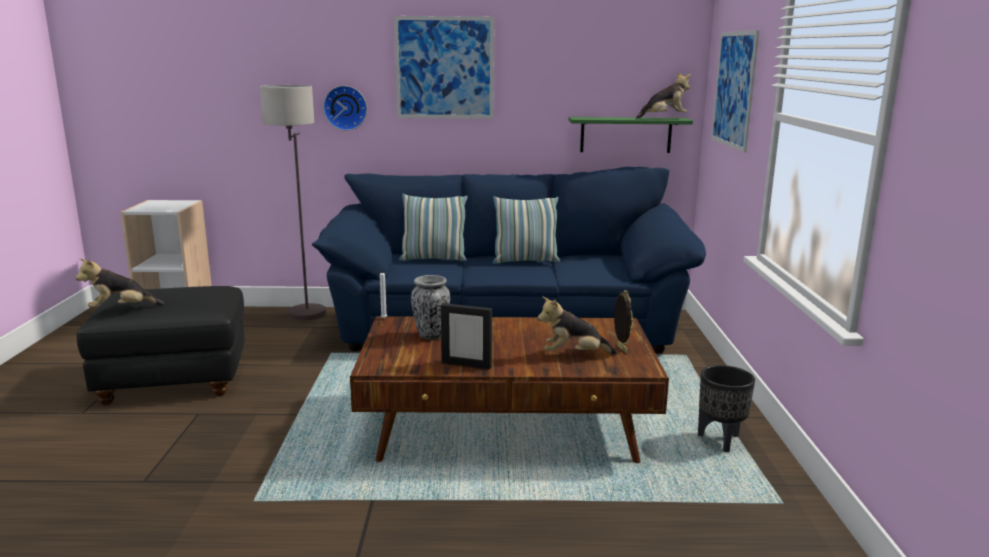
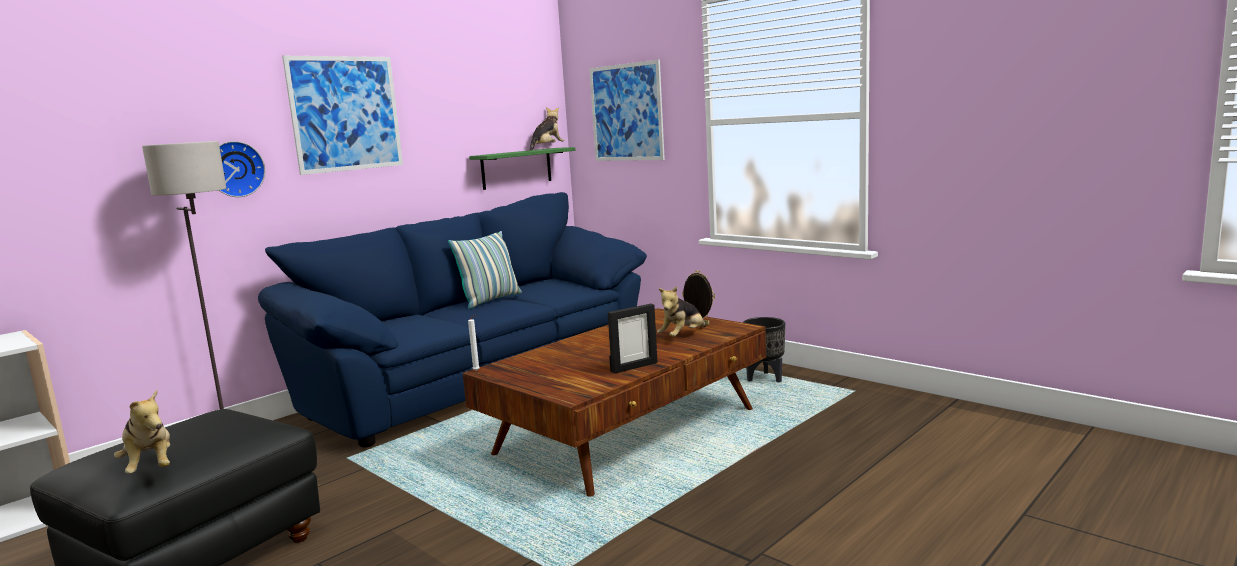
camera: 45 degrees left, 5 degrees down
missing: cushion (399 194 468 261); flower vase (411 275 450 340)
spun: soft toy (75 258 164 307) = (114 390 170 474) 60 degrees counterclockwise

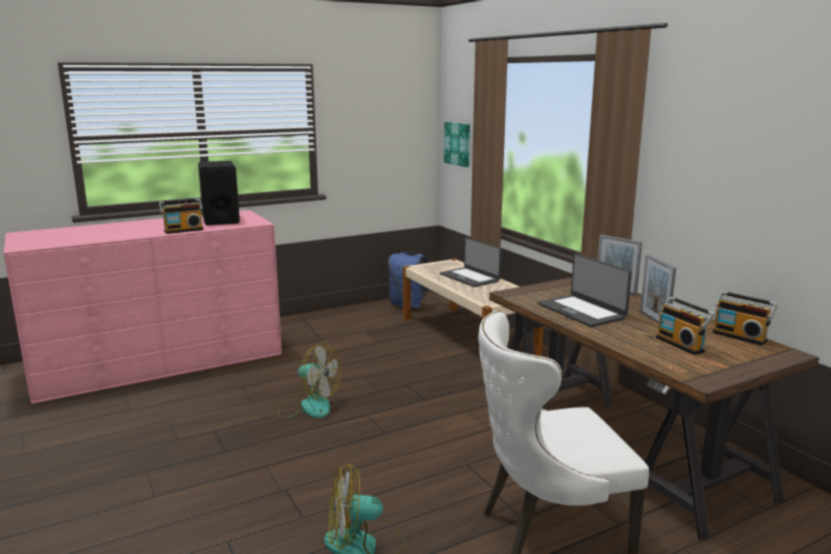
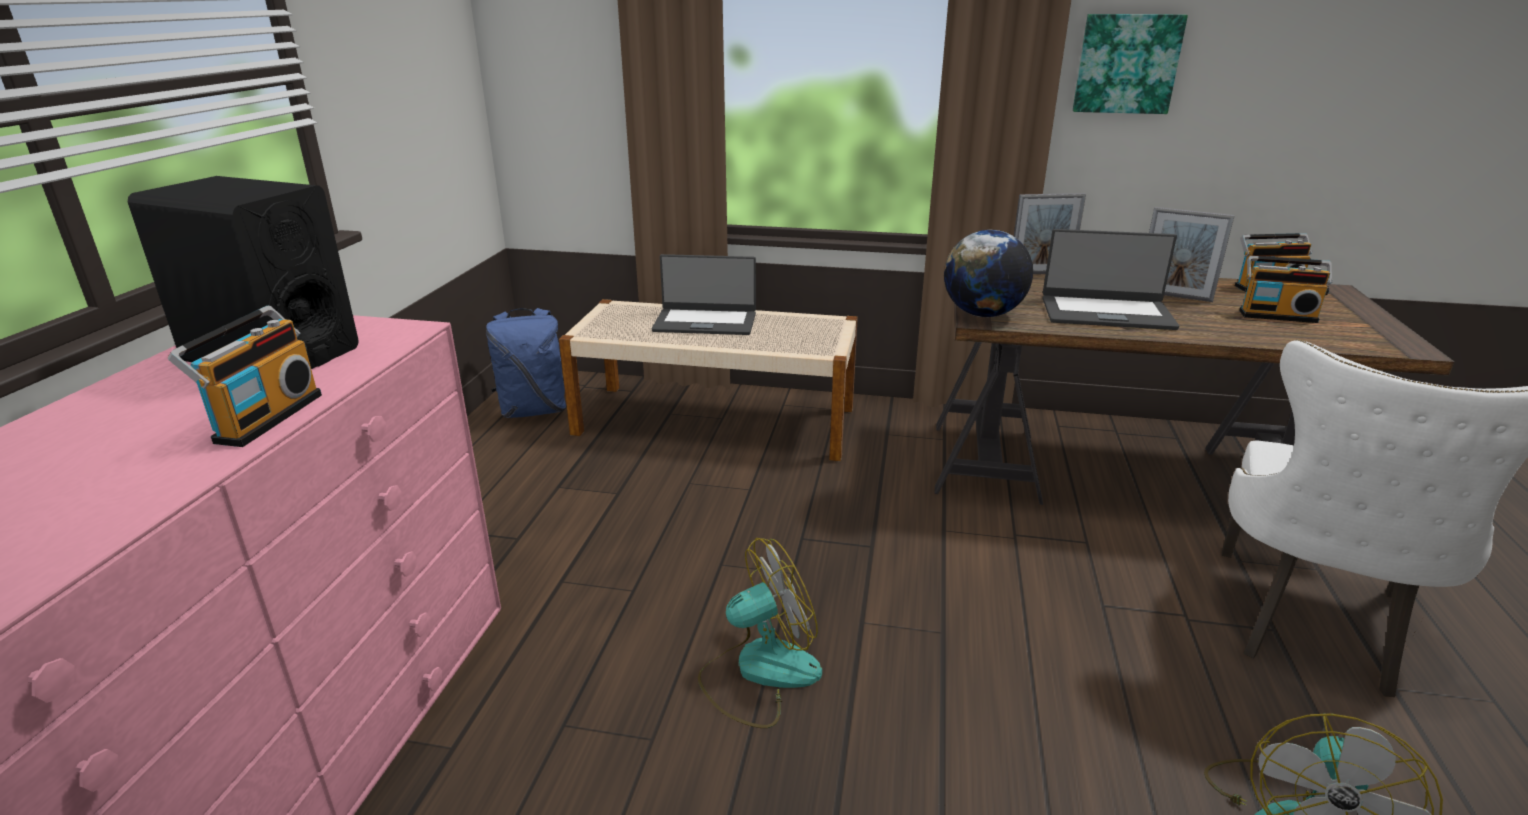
camera: 50 degrees left, 10 degrees up
appeared: globe (944 230 1033 317)
relocated: wall picture (444 122 470 167) to (1073 14 1188 114)

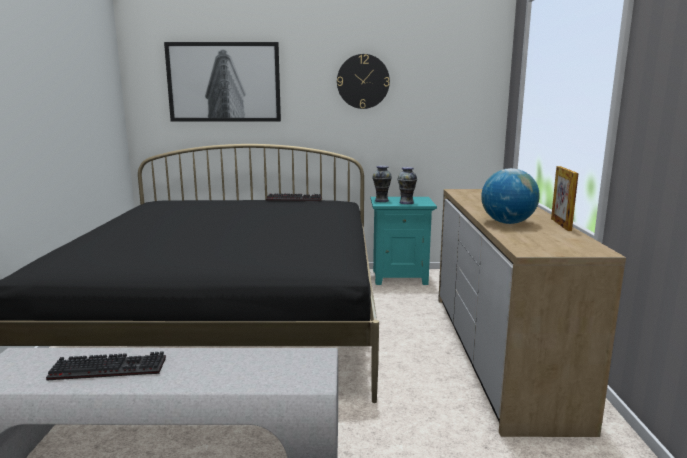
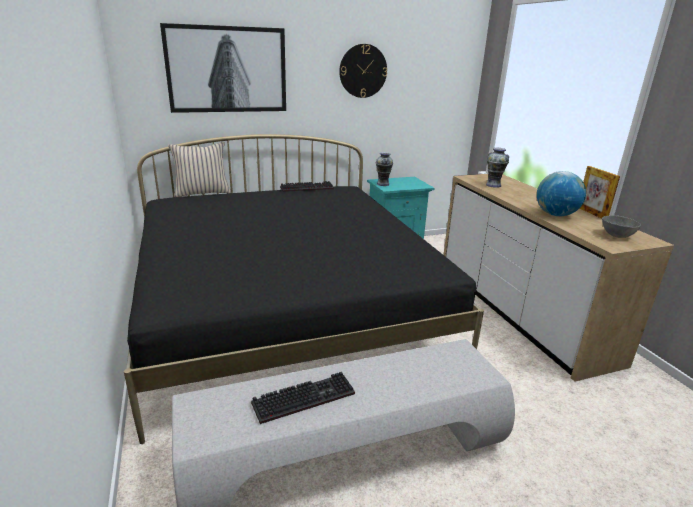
camera: 20 degrees left, 10 degrees up
appeared: sand-coloured cushion (168 142 231 197); greyish bowl (602 215 641 238)
relocated: flower vase (397 167 417 204) to (486 148 509 188)

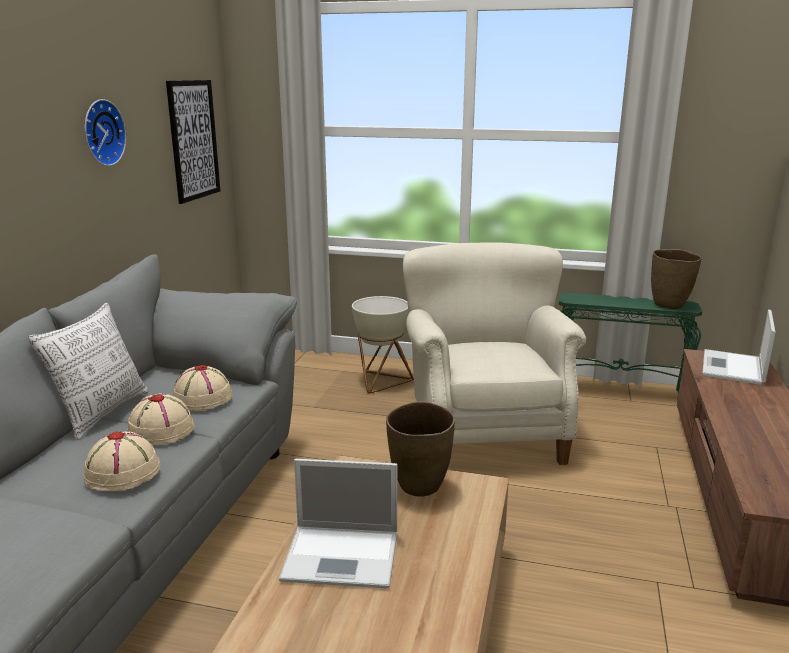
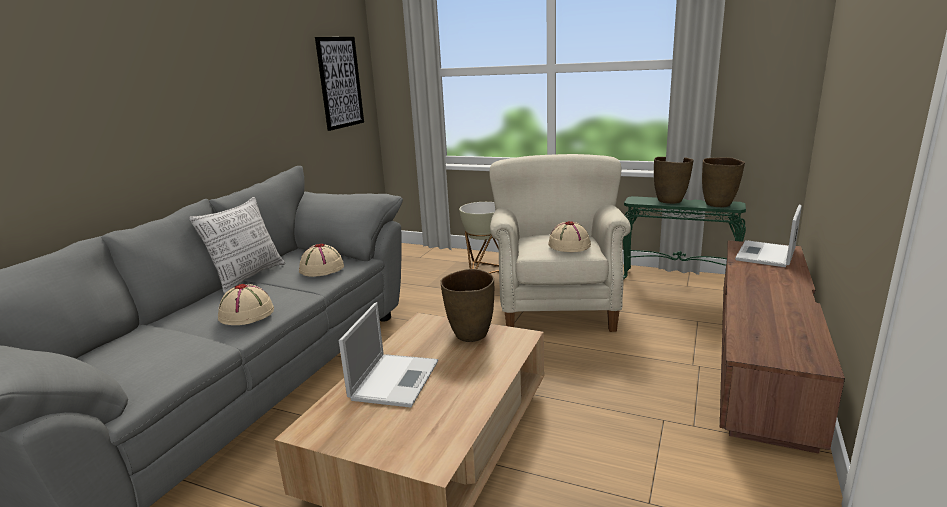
camera: 10 degrees right, 0 degrees up
missing: wall clock (85 99 126 166)
appeared: brown flower vase (654 157 694 204)
relocated: sand-coloured clothing hat (127 393 195 445) to (548 221 591 252)
spun: portable computer (279 459 397 589) = (339 302 438 408) 90 degrees counterclockwise

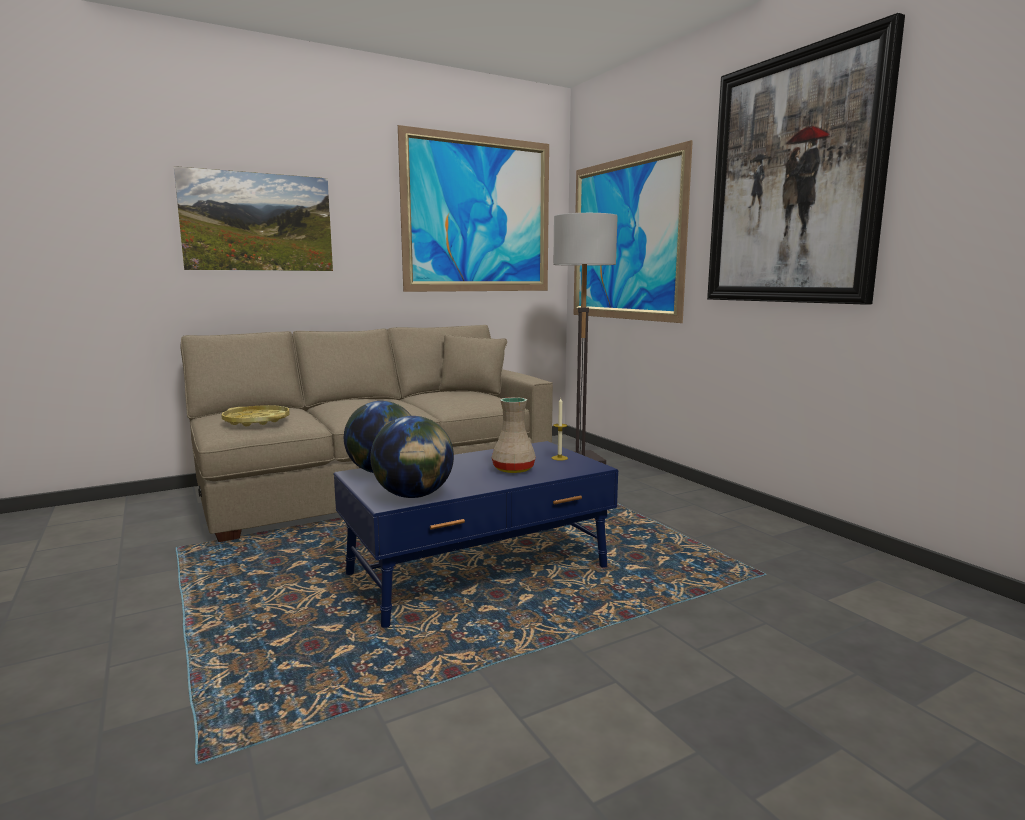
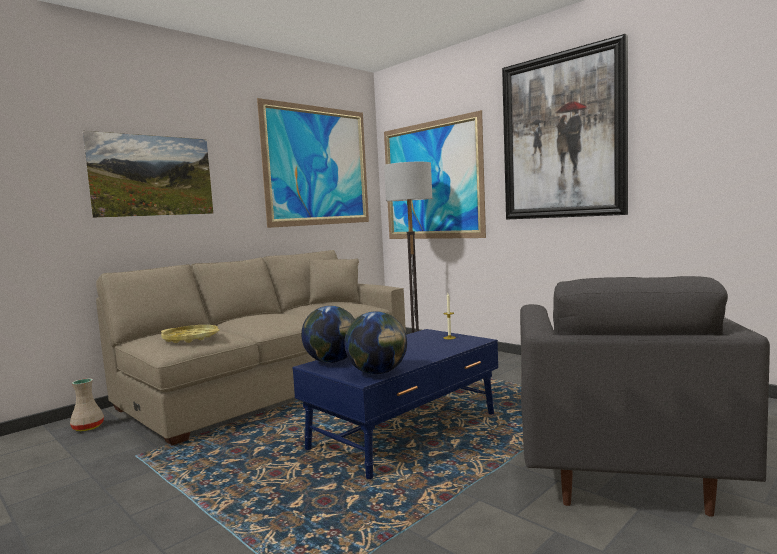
camera: 15 degrees left, 5 degrees down
appeared: greyish armchair (520 276 770 517)
relocated: sand-coloured flower vase (491 397 536 473) to (70 378 104 432)

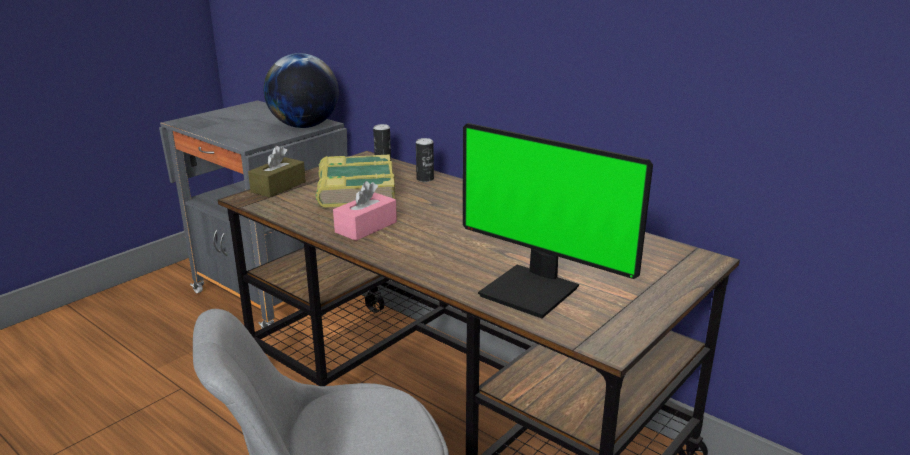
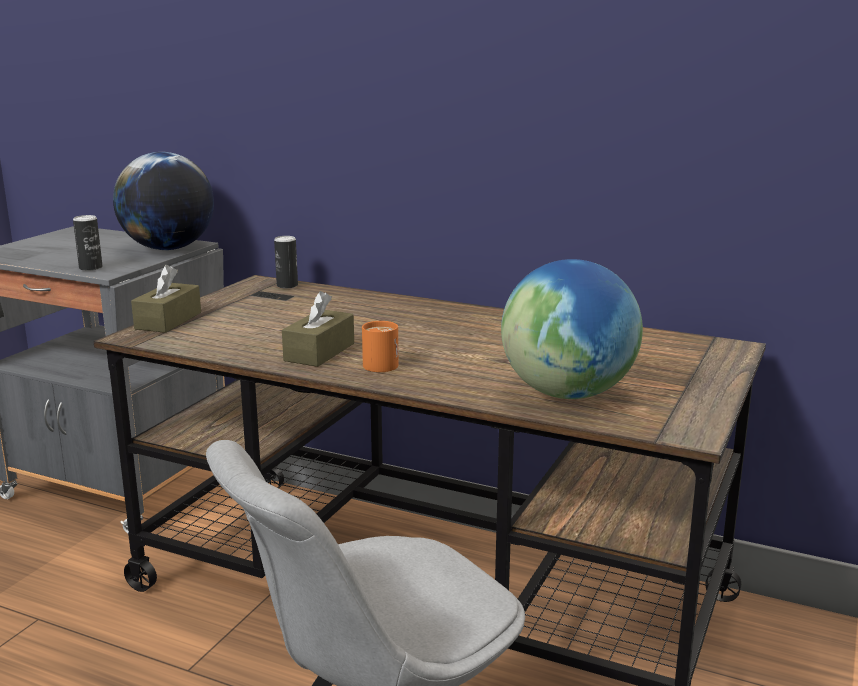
camera: 15 degrees left, 5 degrees down
missing: book (316 155 395 208)
appeared: orange mug (362 321 399 372)
relocated: metal can (416 138 434 182) to (73 215 103 271)
exchanged: monitor (463 123 653 318) to globe (501 259 643 399)
colour: pink-coloured tissue holder (333 181 397 241) to brown tissue holder (282 291 354 367)

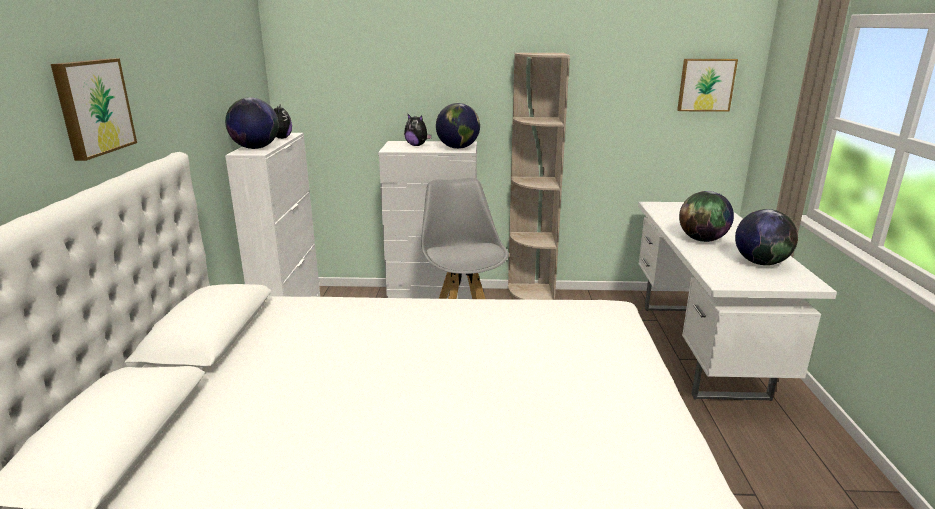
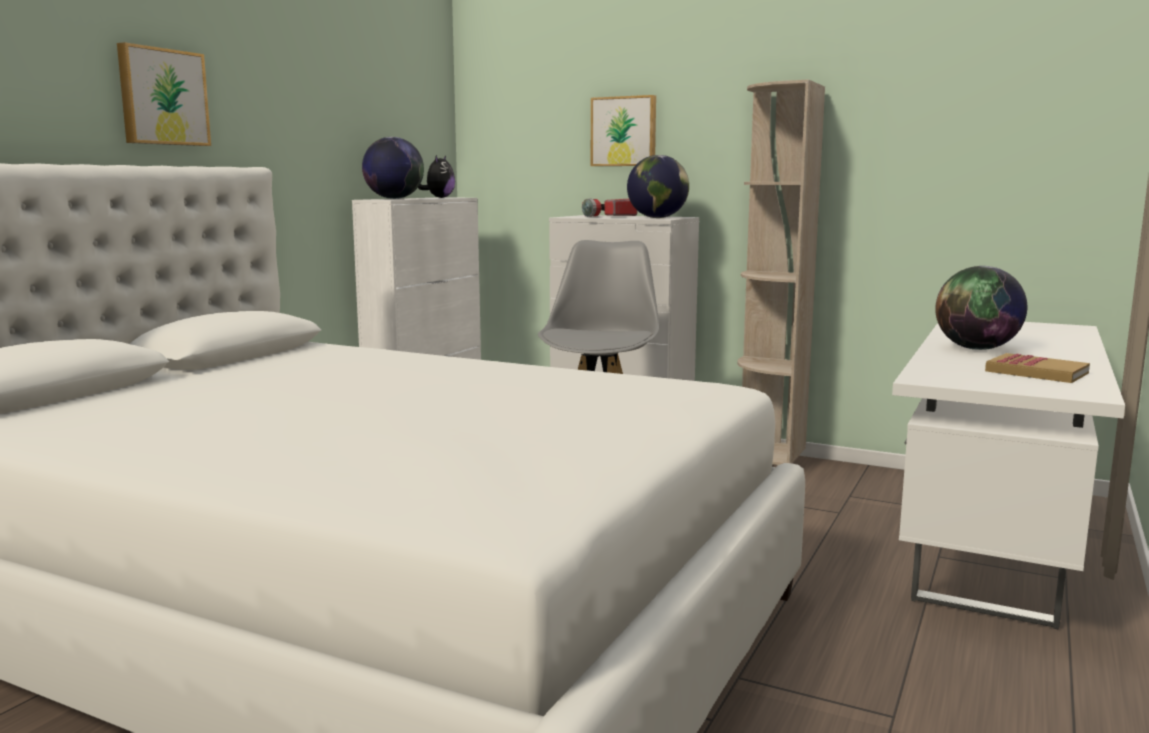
camera: 25 degrees right, 10 degrees down
relocated: wall picture (677 59 738 112) to (591 95 656 166)
exchanged: soft toy (404 113 432 146) to hand torch (582 199 637 217); globe (735 209 798 265) to book (985 353 1090 383)

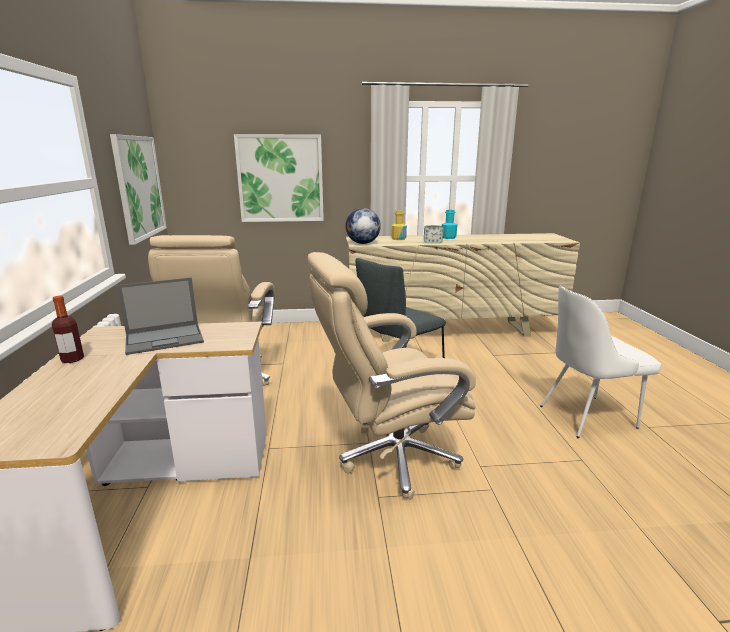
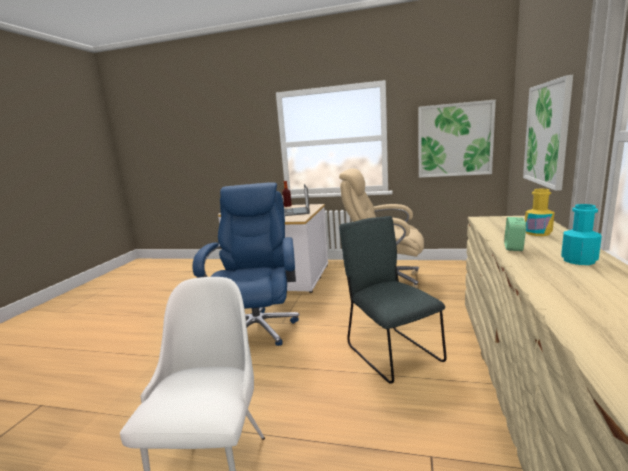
camera: 110 degrees right, 5 degrees down
missing: globe (345 208 381 244)
colour: sand-coloured desk chair (308 252 476 500) to blue-coloured desk chair (193 182 300 346)

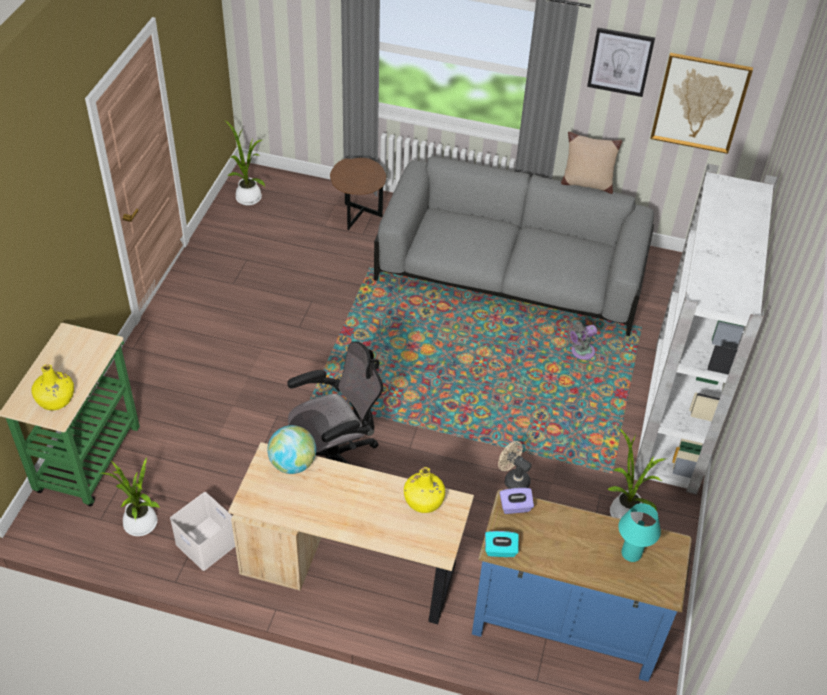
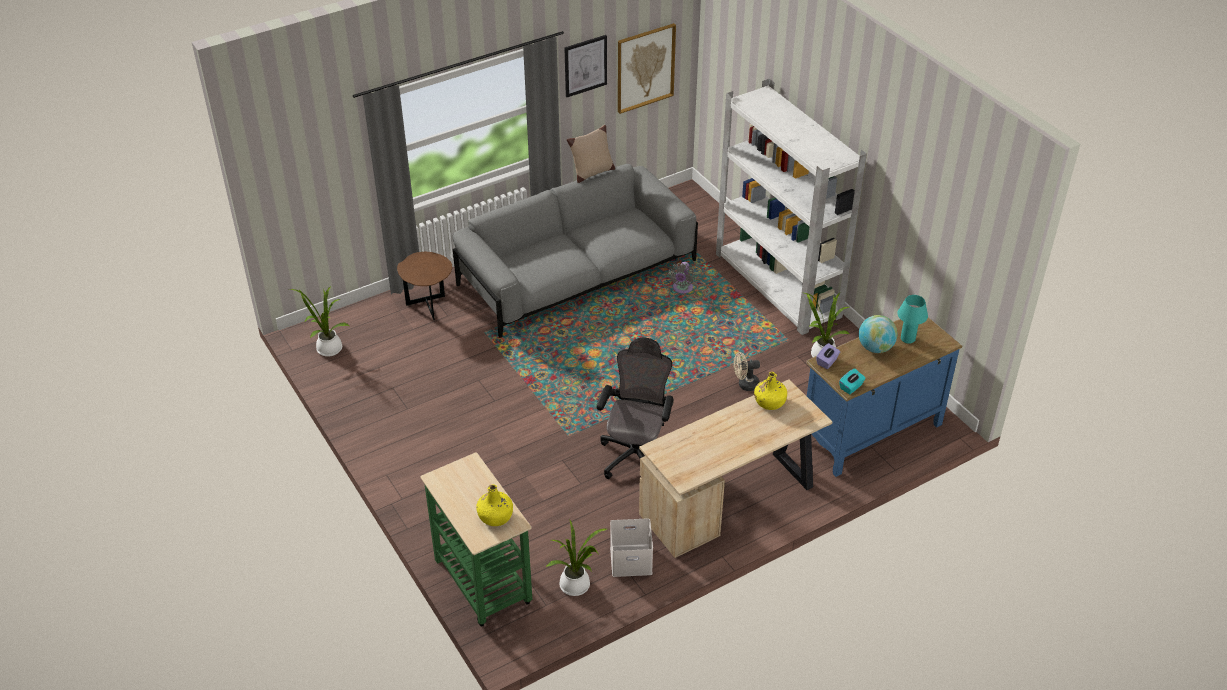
camera: 45 degrees left, 5 degrees down
relocated: globe (267 425 316 474) to (859 315 897 353)

